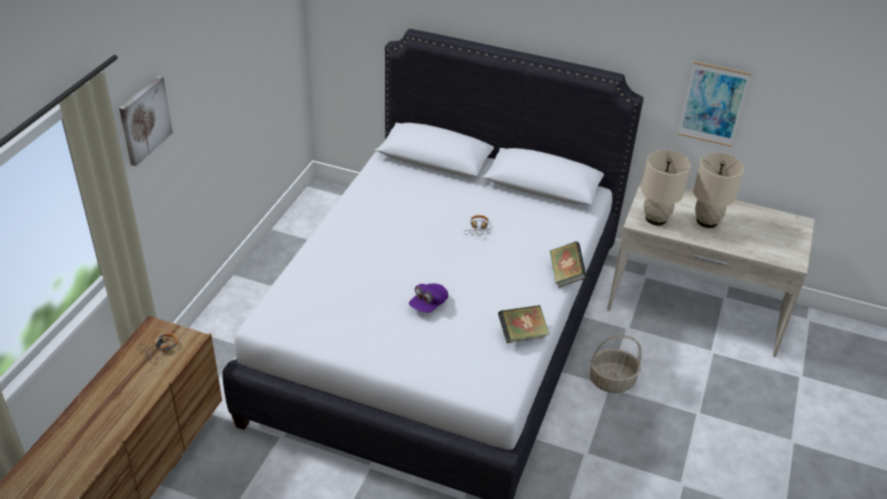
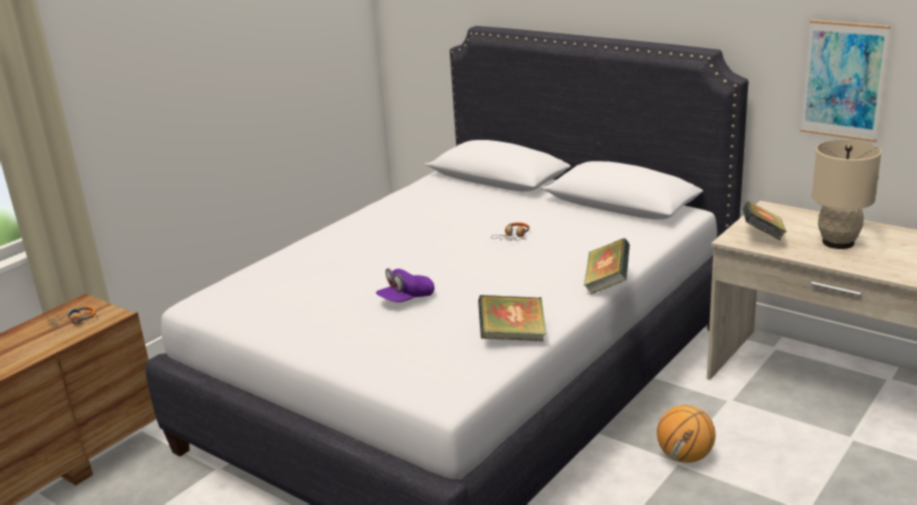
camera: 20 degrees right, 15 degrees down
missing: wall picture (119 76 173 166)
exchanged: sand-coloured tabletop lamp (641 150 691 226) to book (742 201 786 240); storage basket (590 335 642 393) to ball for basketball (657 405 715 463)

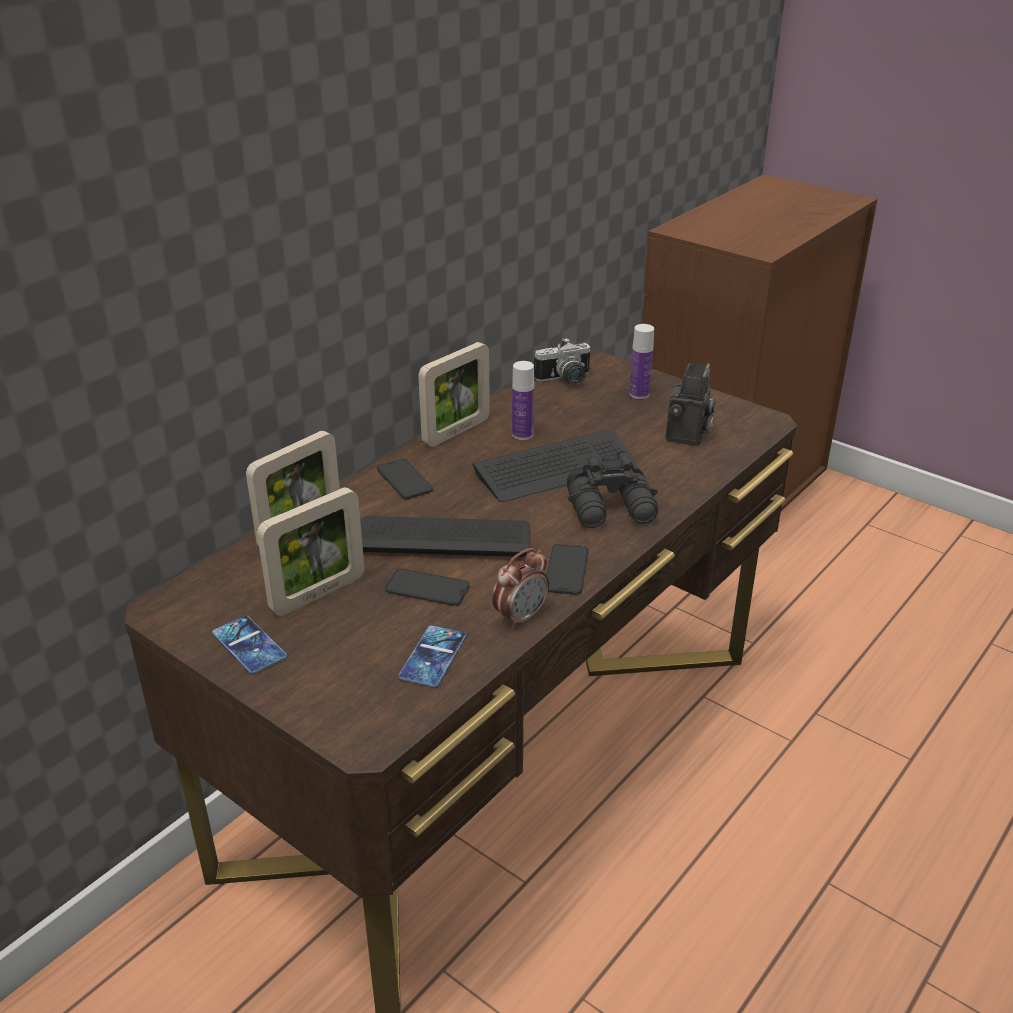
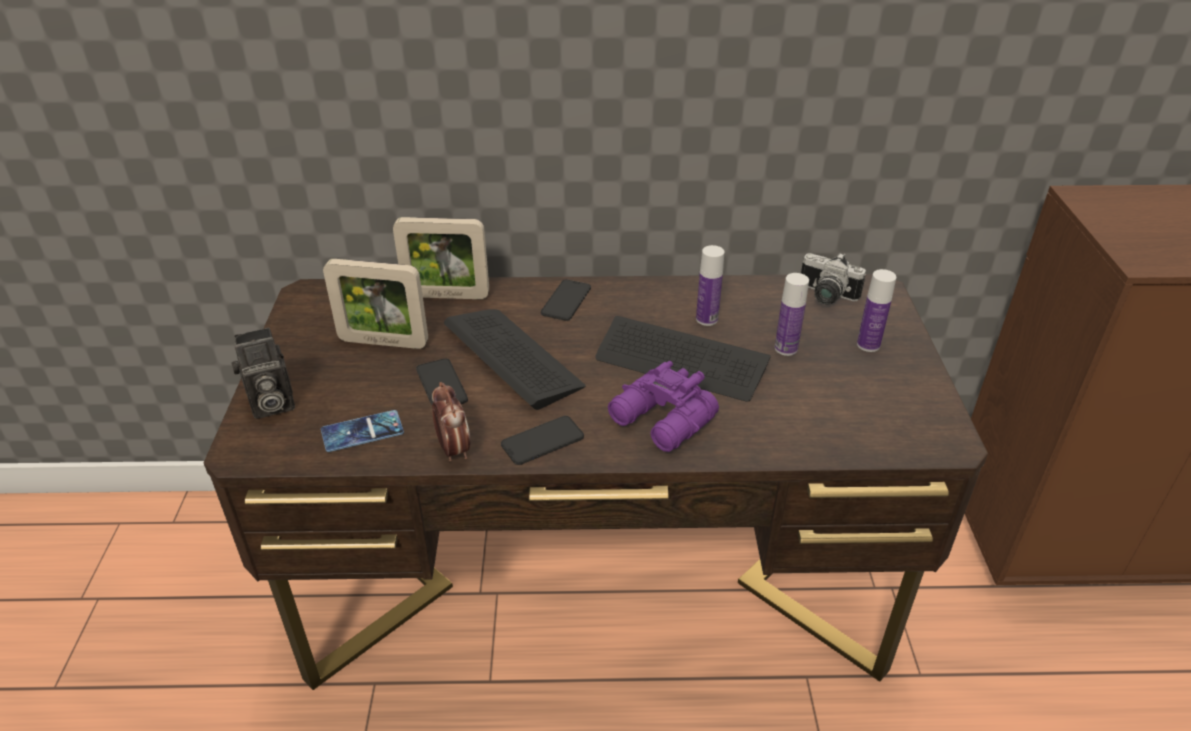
camera: 50 degrees right, 5 degrees up
missing: standing frame (418 342 490 447); telephone (212 616 287 674)
appeared: drink bottle (775 273 809 356)
relocated: still camera (666 363 716 446) to (232 327 295 419)
colour: blackish binoculars (567 450 658 528) to purple binoculars (608 361 719 452)
spun: bedside clock (492 548 549 629) = (432 382 471 461) 120 degrees counterclockwise

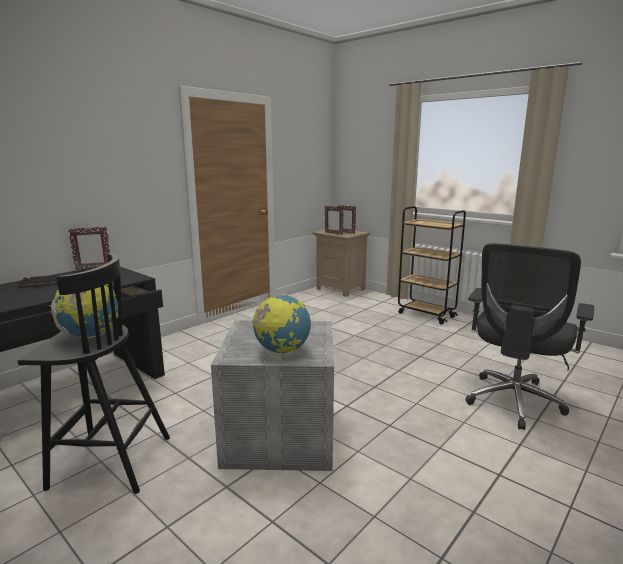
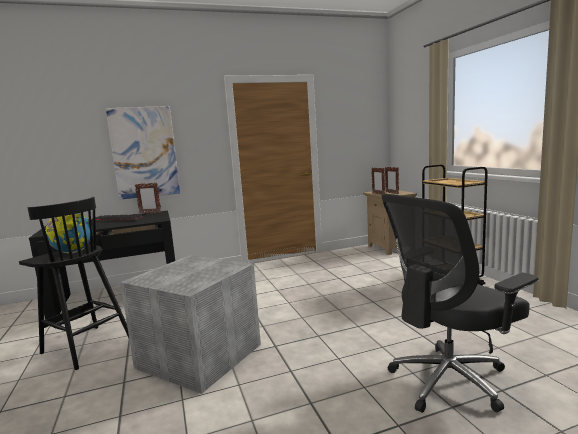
camera: 30 degrees right, 5 degrees down
missing: globe (253 294 311 354)
appeared: wall picture (106 106 180 200)

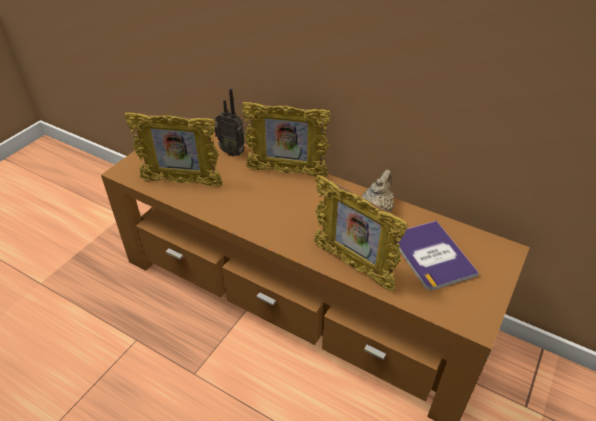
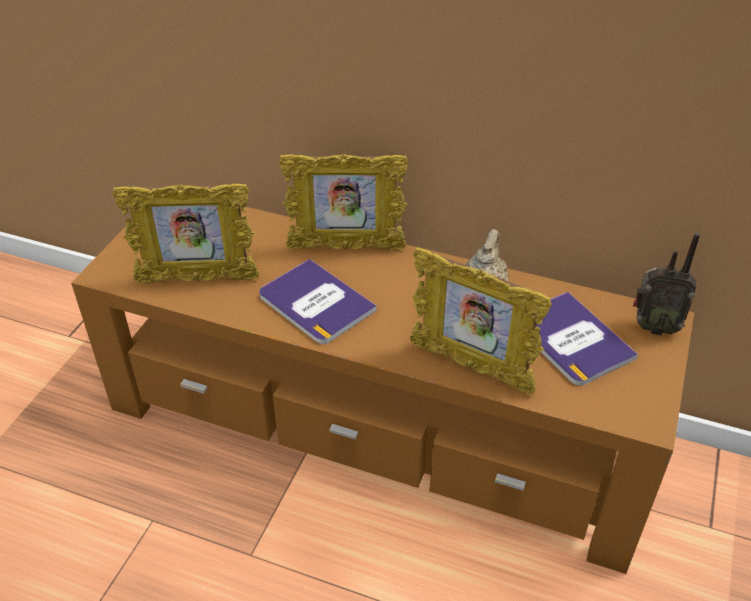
camera: 10 degrees left, 0 degrees up
appeared: book (259 259 377 344)
relocated: radio receiver (214 88 245 157) to (633 233 700 336)

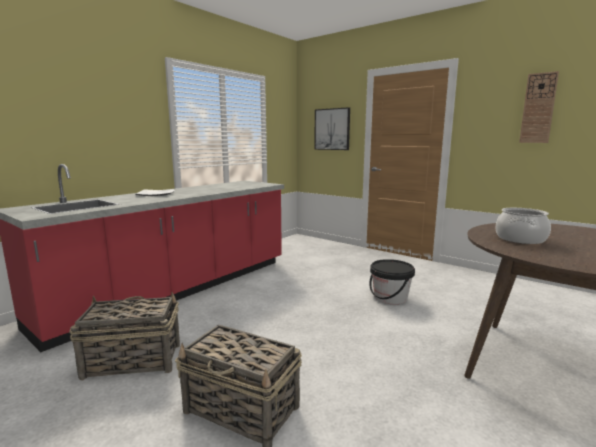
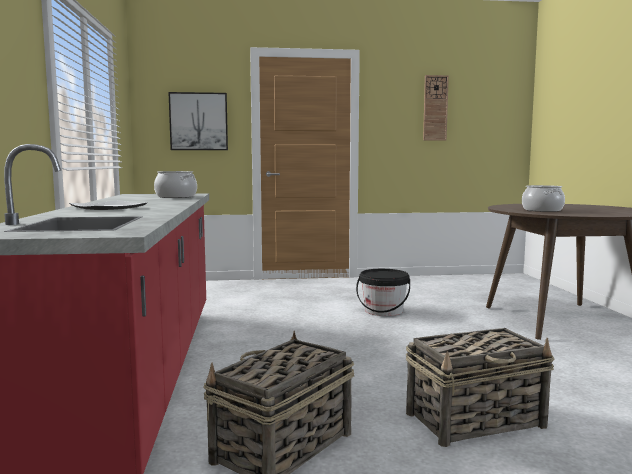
camera: 45 degrees left, 5 degrees down
appeared: cooking pot (154 171 197 198)

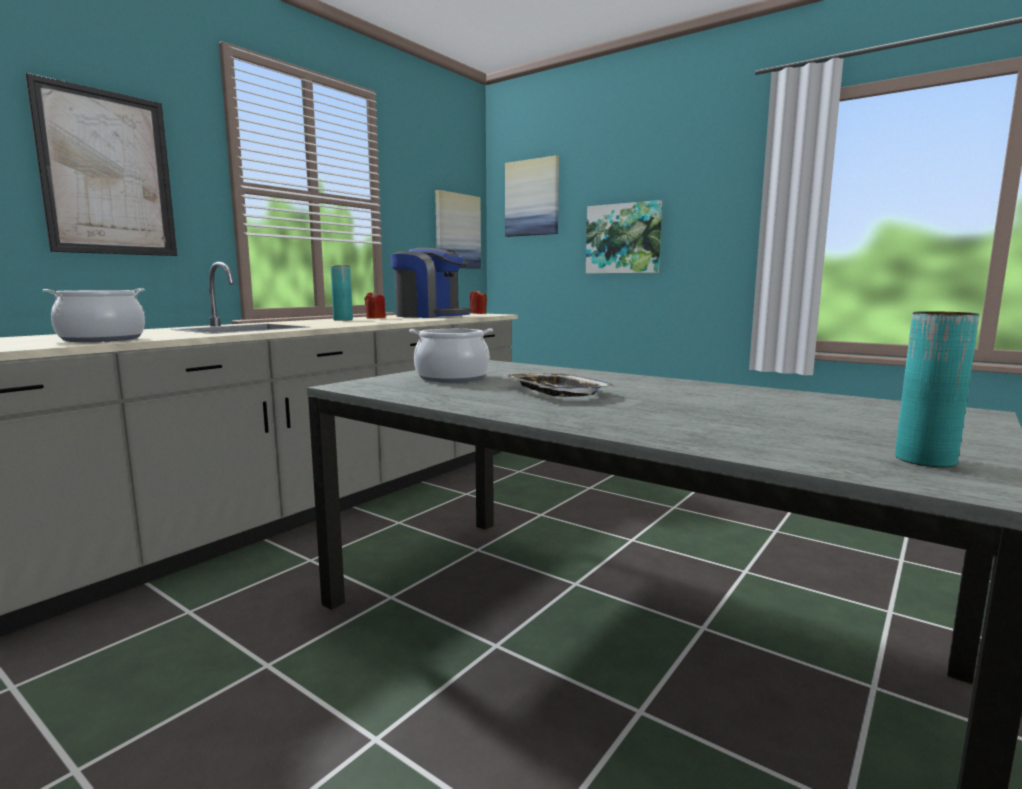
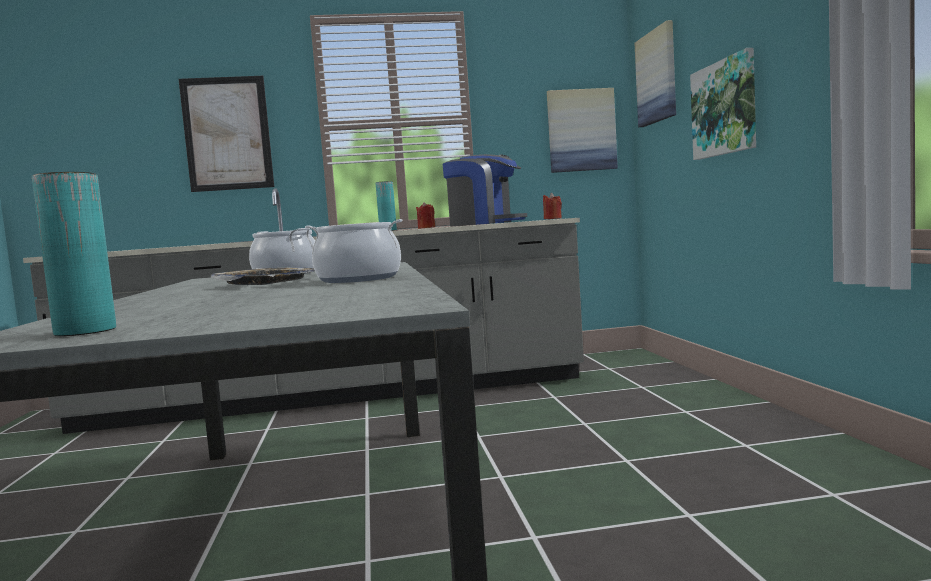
camera: 45 degrees right, 5 degrees down
relocated: cooking pot (43 288 145 342) to (305 219 402 283)
spun: coffee brewer (391 248 472 318) = (443 154 527 226) 45 degrees counterclockwise

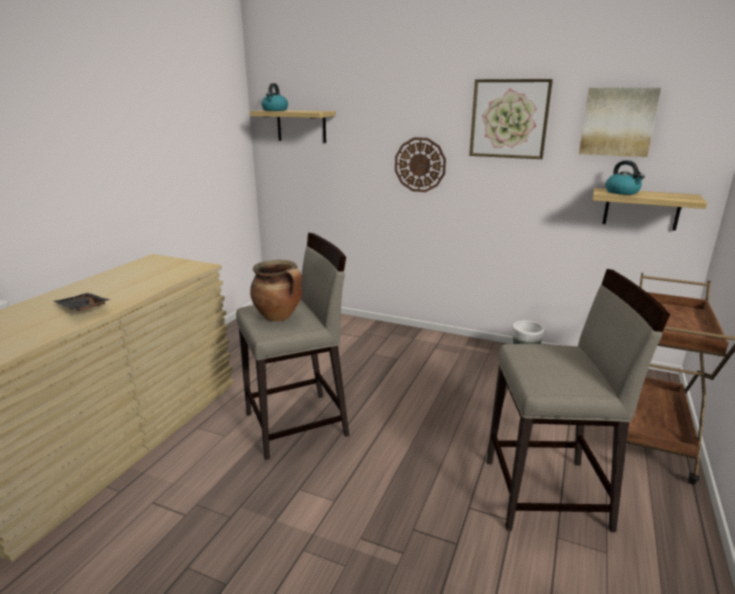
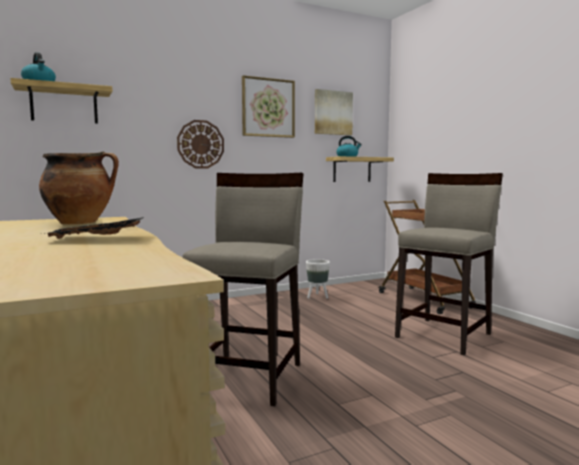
camera: 50 degrees left, 15 degrees down
relocated: cooking pot (250 260 302 321) to (39 151 119 224)

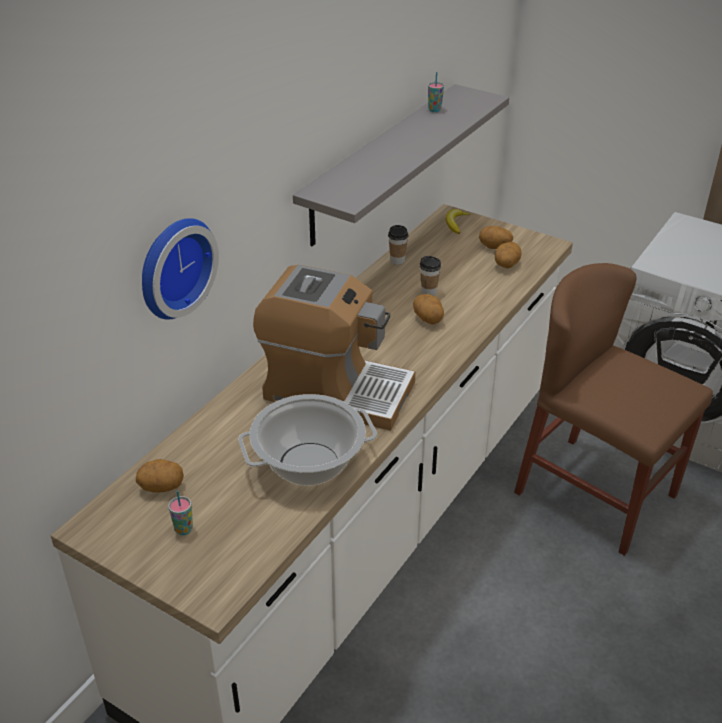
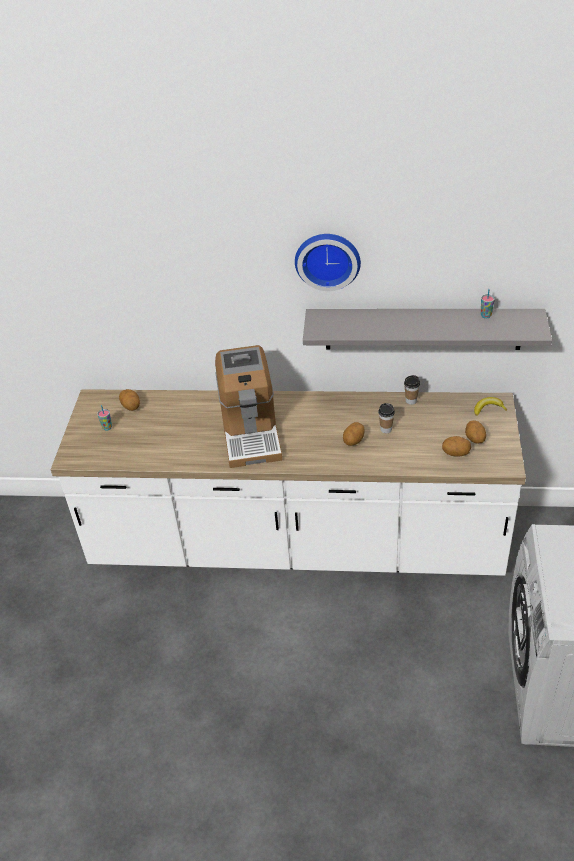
camera: 65 degrees right, 5 degrees up
missing: brown upright chair (514 263 713 556); cooking pot (238 394 377 486)
relocated: wall clock (142 218 219 320) to (295 234 361 291)

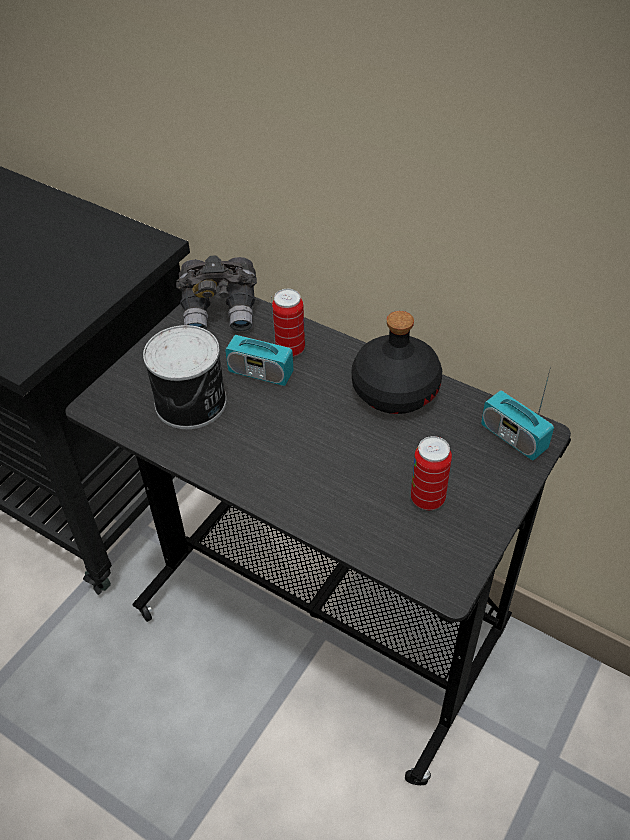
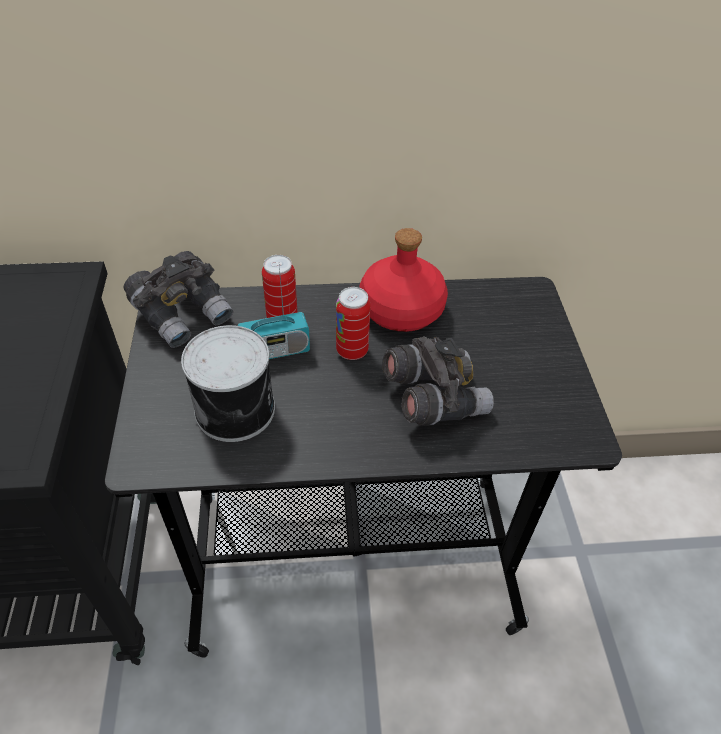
camera: 40 degrees left, 0 degrees up
missing: radio receiver (481 366 554 460)
appeared: greyish binoculars (382 336 494 425)
relocated: metal can (411 436 452 510) to (336 287 371 360)
colour: blackish drink bottle (351 311 442 414) to red-coloured drink bottle (359 228 448 332)

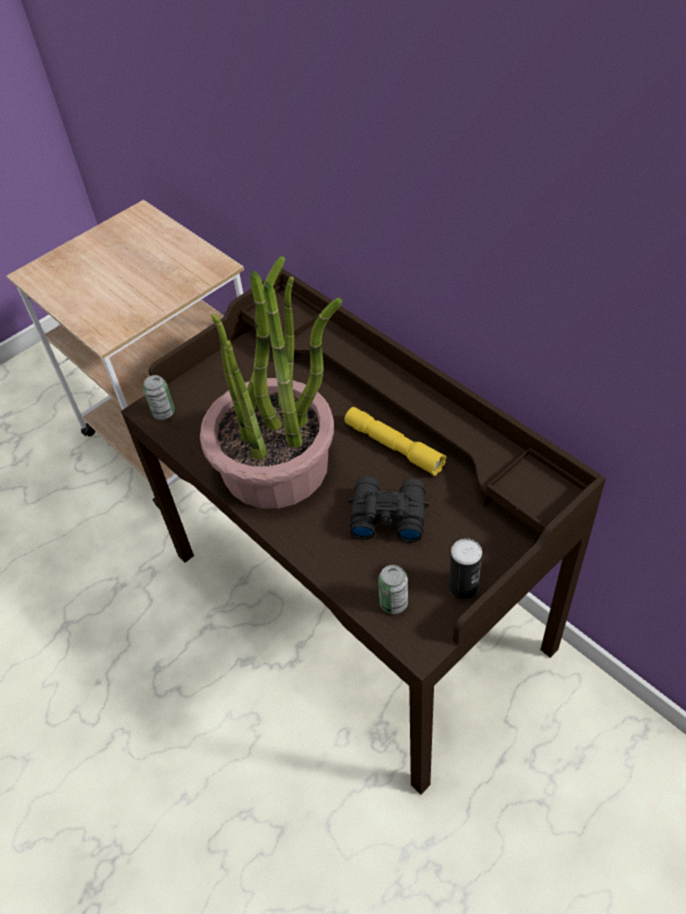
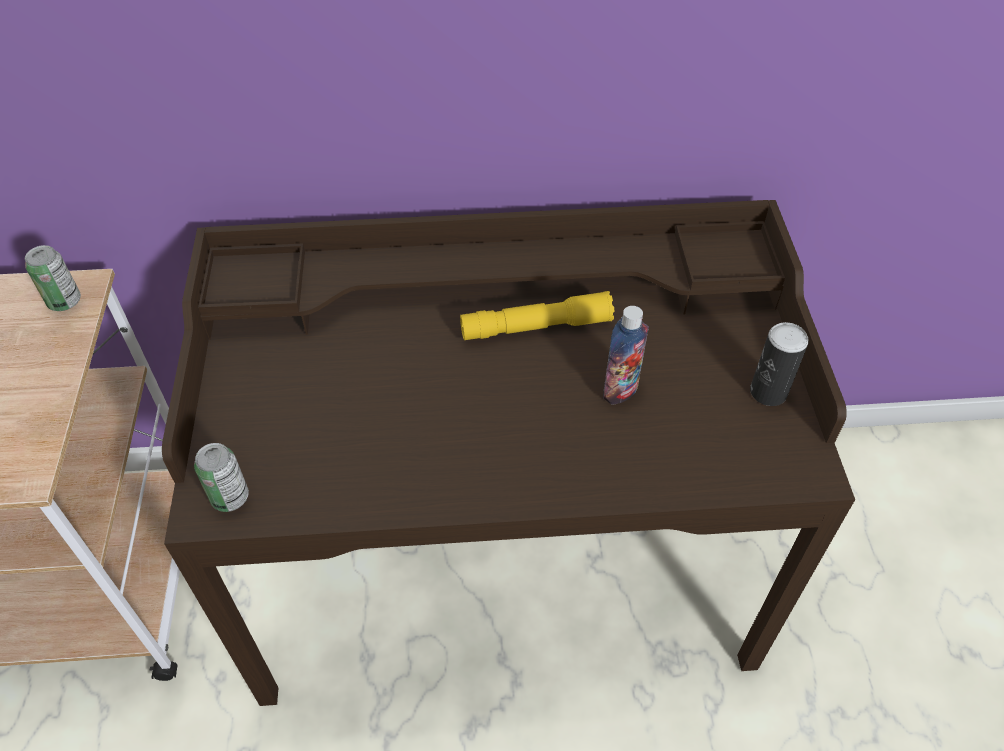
camera: 55 degrees left, 0 degrees up
missing: houseplant (200 256 342 509)
relocated: metal can (378 565 408 614) to (25 245 81 311)
exchanged: blackish binoculars (348 476 429 542) to drink bottle (603 306 649 405)

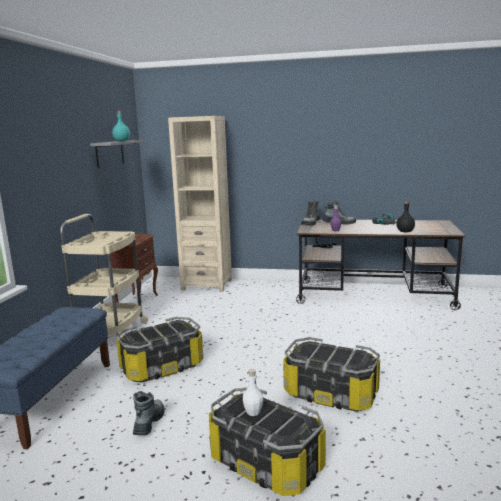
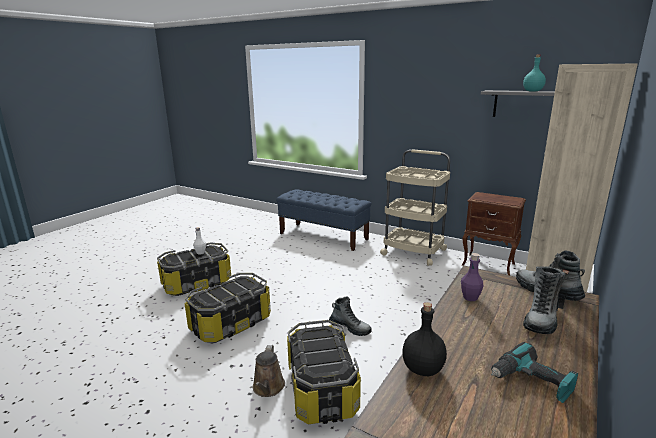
camera: 110 degrees right, 5 degrees up
appeared: brown watering pot (253 345 285 397)
relocated: storage container (116 317 203 383) to (287 320 361 424); tall boot (133 391 165 435) to (329 296 372 336)

